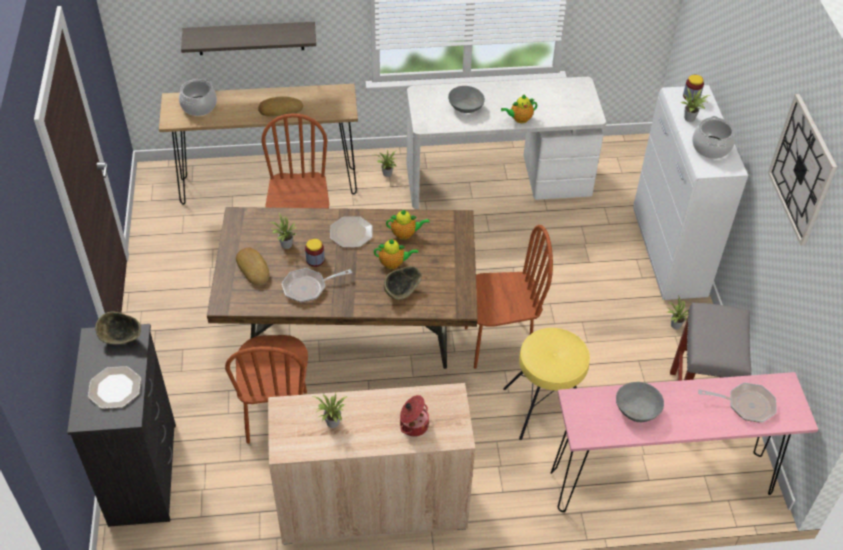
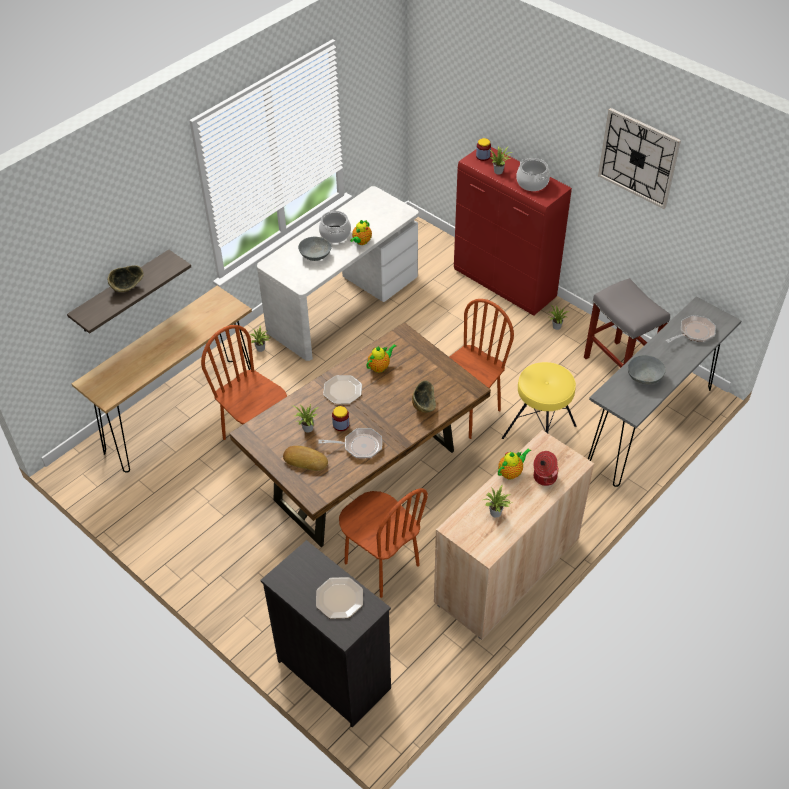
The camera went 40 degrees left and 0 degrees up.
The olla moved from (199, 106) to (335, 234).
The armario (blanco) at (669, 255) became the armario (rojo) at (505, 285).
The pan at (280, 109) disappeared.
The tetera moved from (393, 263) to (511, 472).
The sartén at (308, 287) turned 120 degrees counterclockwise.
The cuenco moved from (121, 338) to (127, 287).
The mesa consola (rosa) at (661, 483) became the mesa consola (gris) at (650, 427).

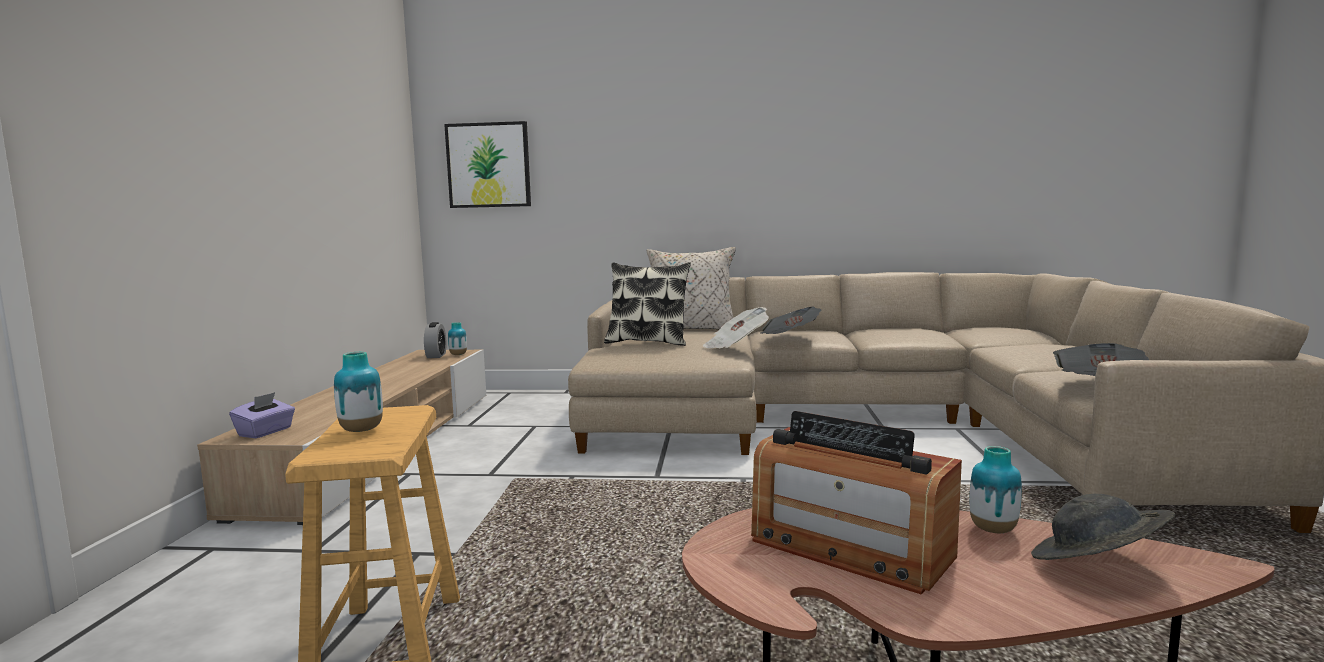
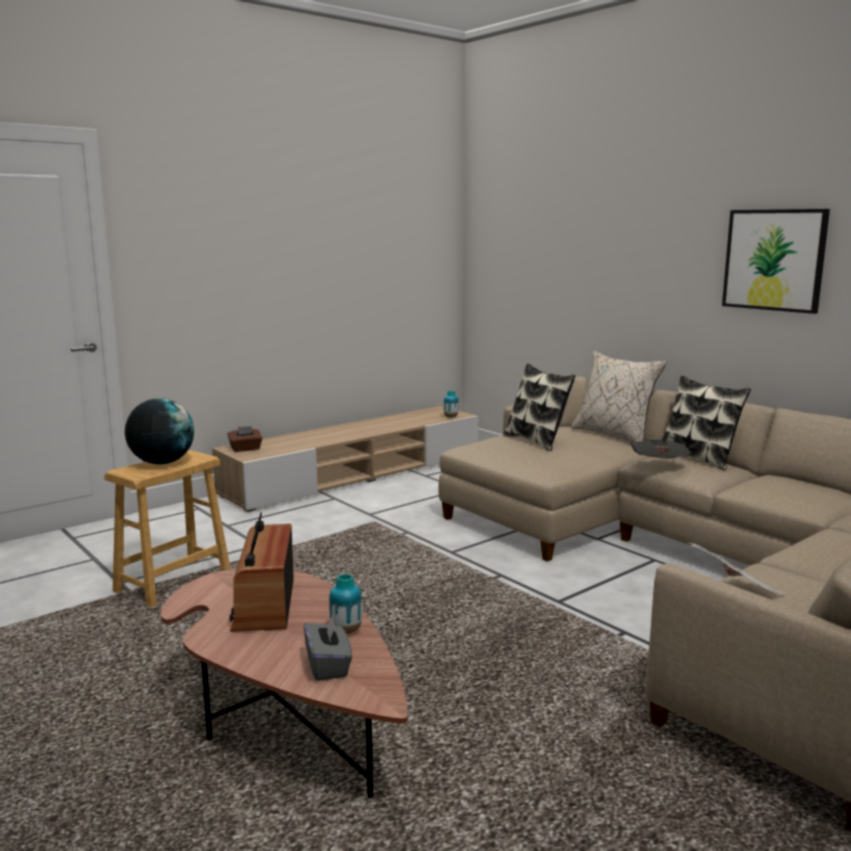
The camera went 45 degrees right and 5 degrees up.
The cuadro moved from (488, 165) to (774, 260).
The periódico at (735, 346) disappeared.
The despertador at (436, 355) disappeared.
The florero at (361, 430) was replaced by the globo terráqueo at (162, 463).
The caja de pañuelos (morado) at (265, 432) became the caja de pañuelos (marrón) at (245, 449).
The sombrero (gris) at (1097, 566) was replaced by the caja de pañuelos (gris) at (328, 666).
The cojín at (698, 458) appeared.

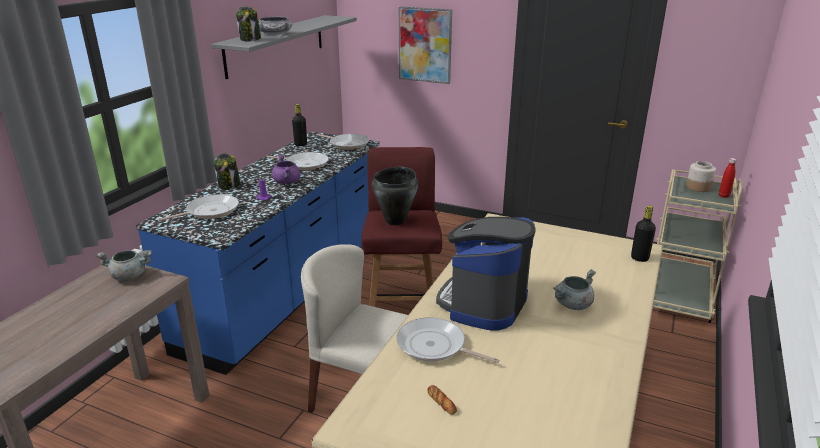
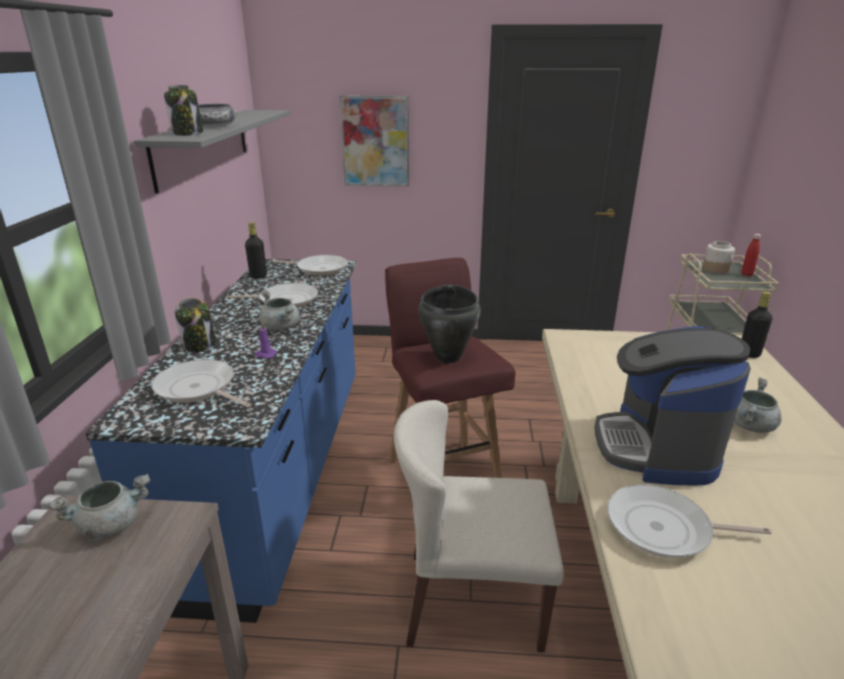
The camera went 20 degrees left and 0 degrees up.
The olla (morado) at (287, 182) became the olla (gris) at (281, 327).
The sartén at (209, 211) turned 90 degrees counterclockwise.
The pan at (441, 402) disappeared.

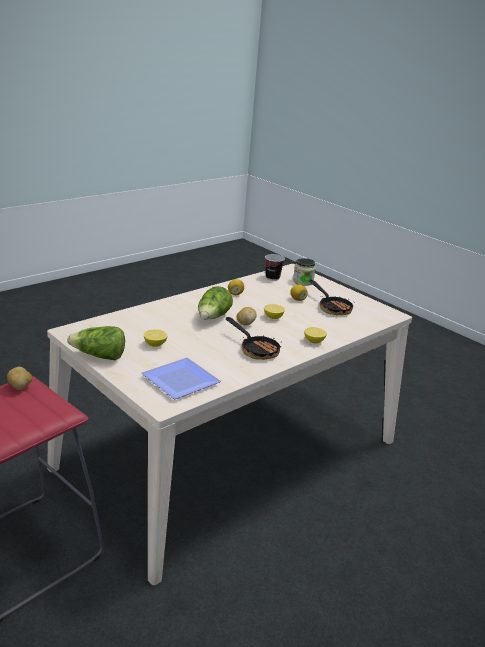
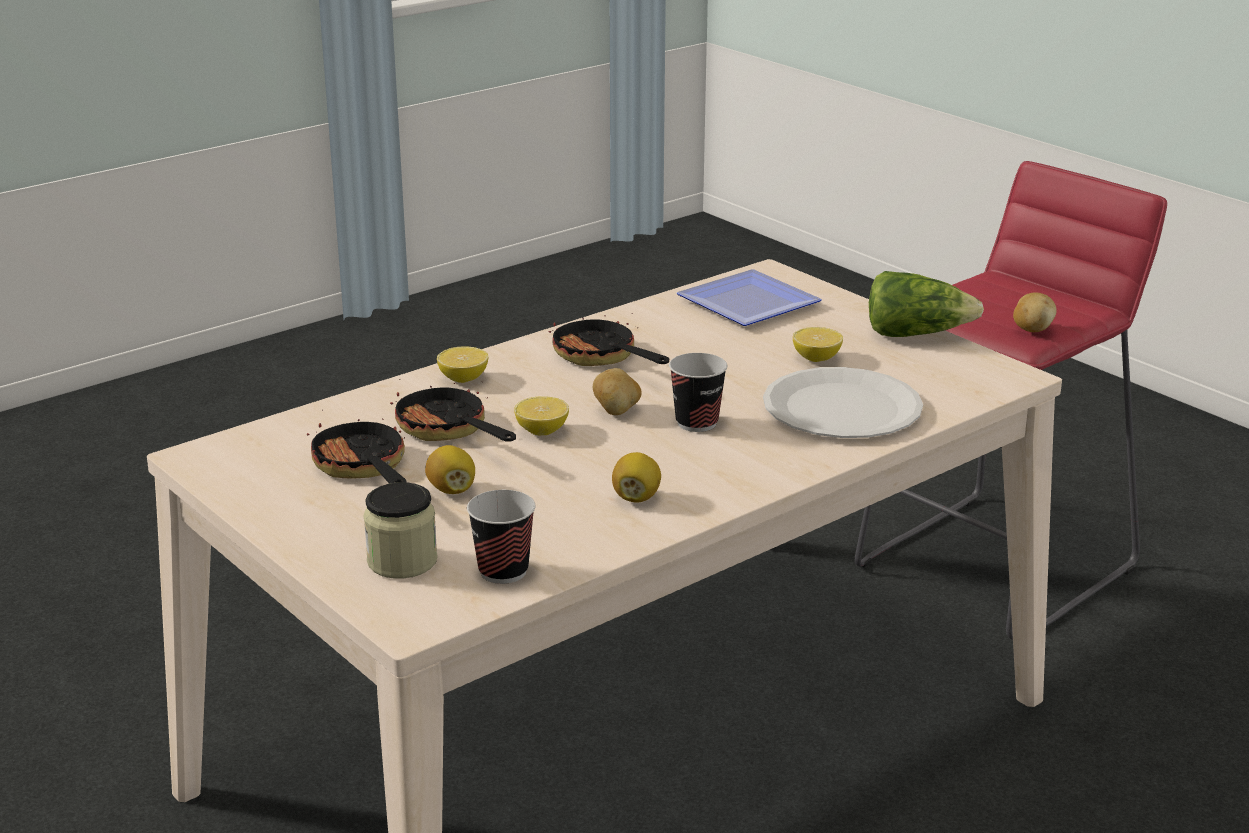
The camera went 175 degrees left and 0 degrees up.
The lechuga at (213, 317) was replaced by the taza at (697, 423).
The plato (blanco) at (842, 408) appeared.
The sartén at (448, 431) appeared.

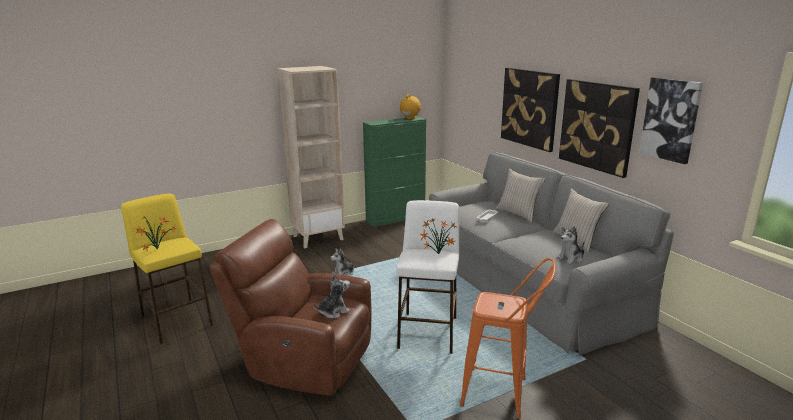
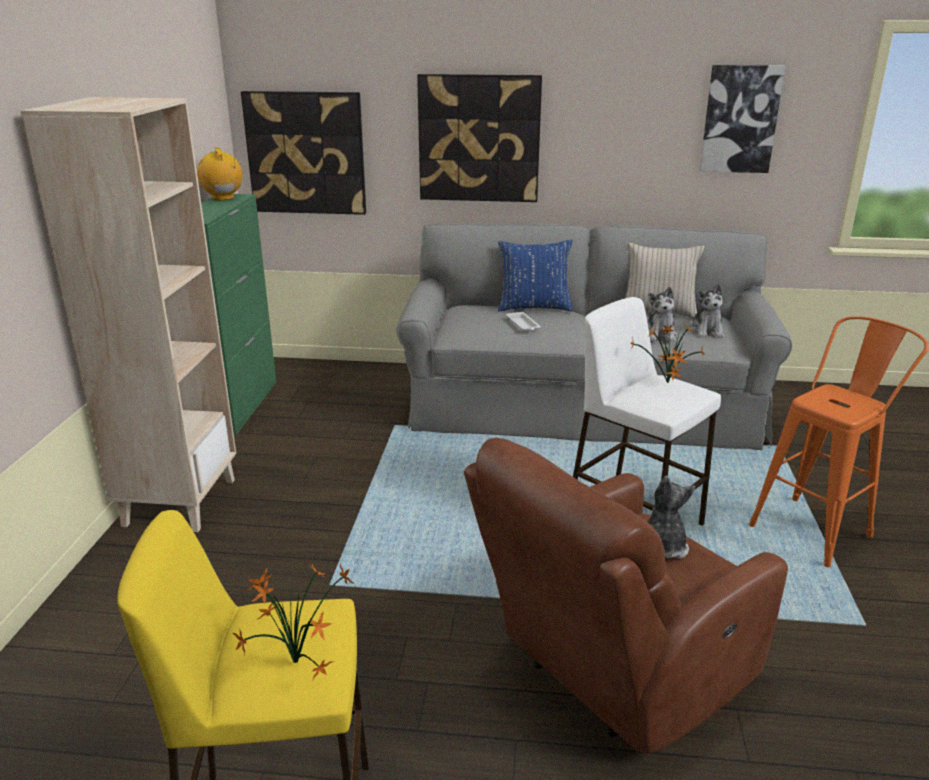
The camera went 55 degrees left and 5 degrees up.
The cuadro moved from (597, 126) to (306, 153).
The cojín (beis) at (518, 214) became the cojín (azul) at (534, 307).
The peluche moved from (343, 273) to (660, 334).

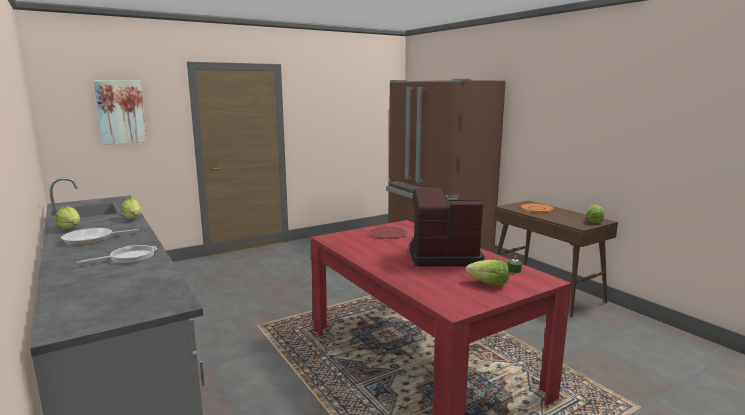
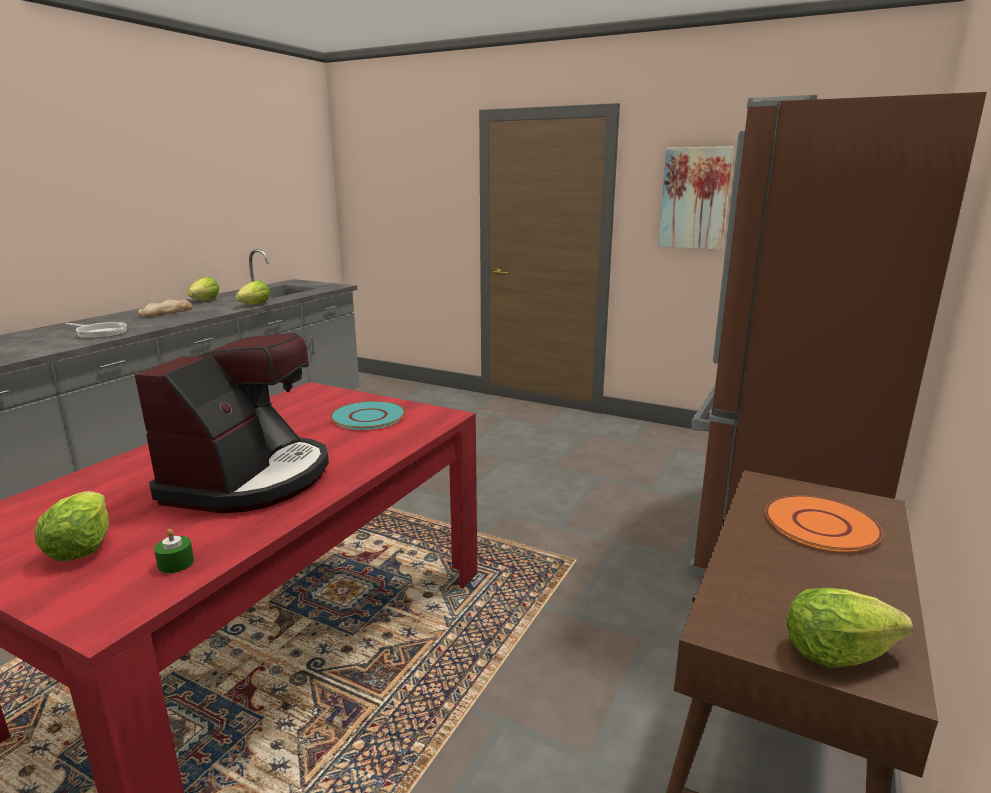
The camera went 60 degrees right and 5 degrees up.
The cuadro moved from (121, 112) to (695, 198).
The cafetera at (443, 256) turned 45 degrees clockwise.
The plato (rojo) at (388, 233) became the plato (turquesa) at (368, 417).
The sartén at (91, 239) was replaced by the pan at (166, 312).

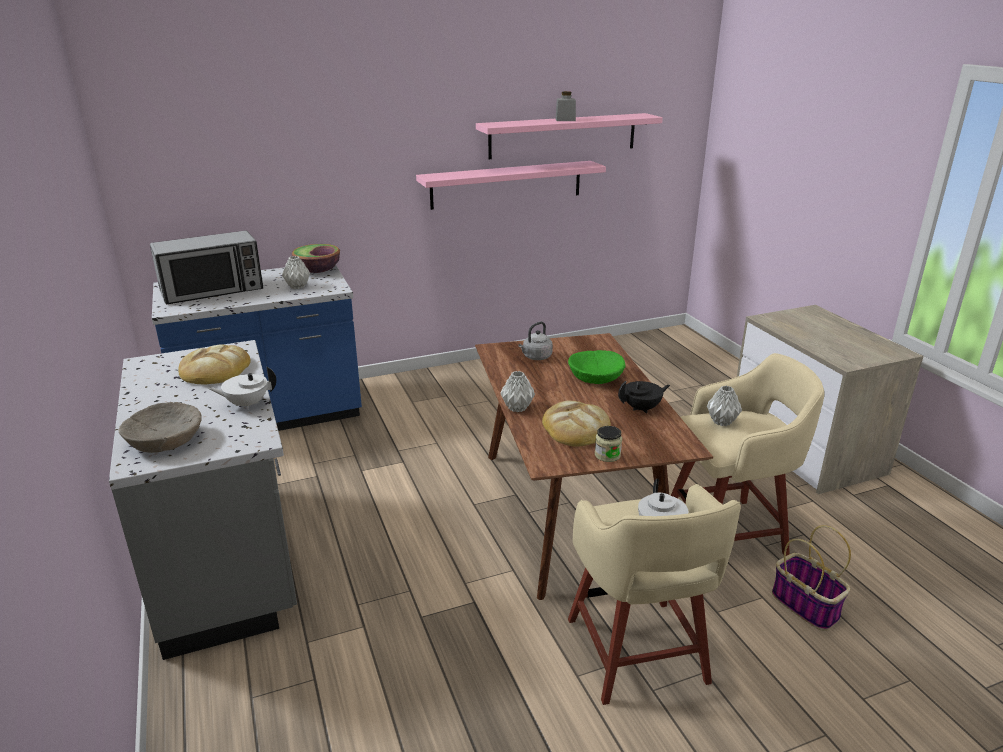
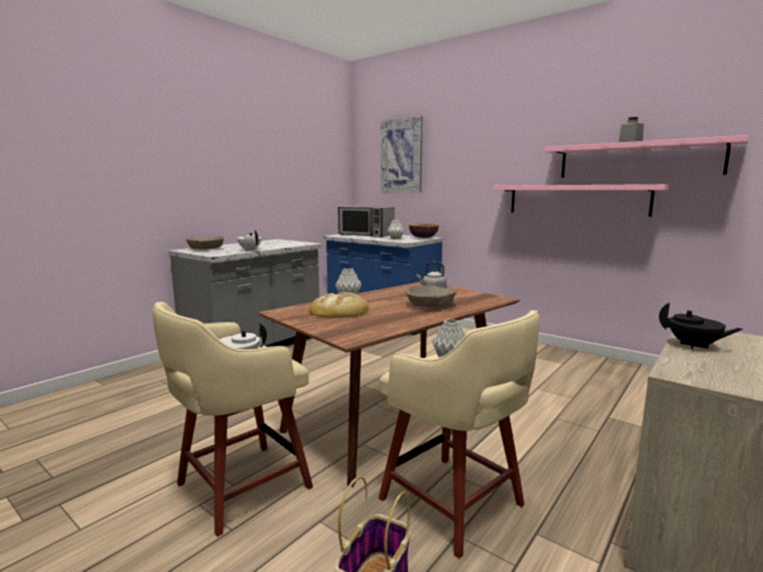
The camera went 60 degrees right and 15 degrees down.
The pan at (215, 370) disappeared.
The cuenco (verde) at (595, 377) became the cuenco (beis) at (430, 305).
The tetera (negro) moved from (642, 408) to (694, 346).
The tarro at (607, 455) disappeared.
The cuadro at (402, 155) appeared.

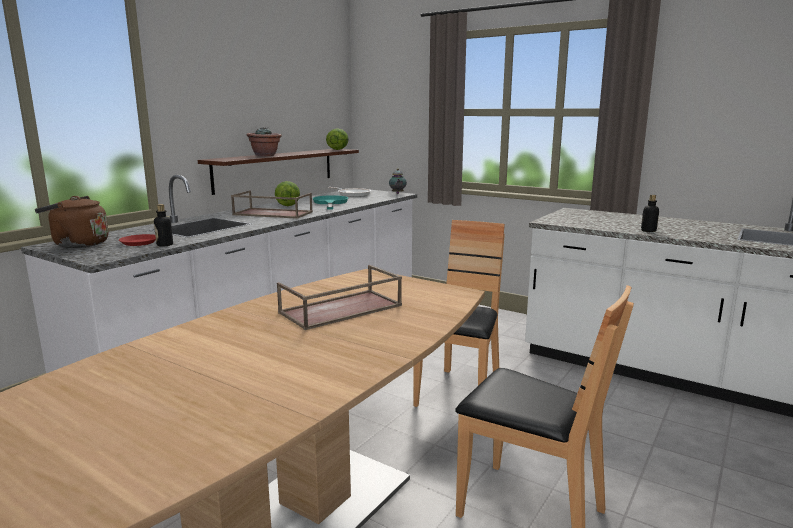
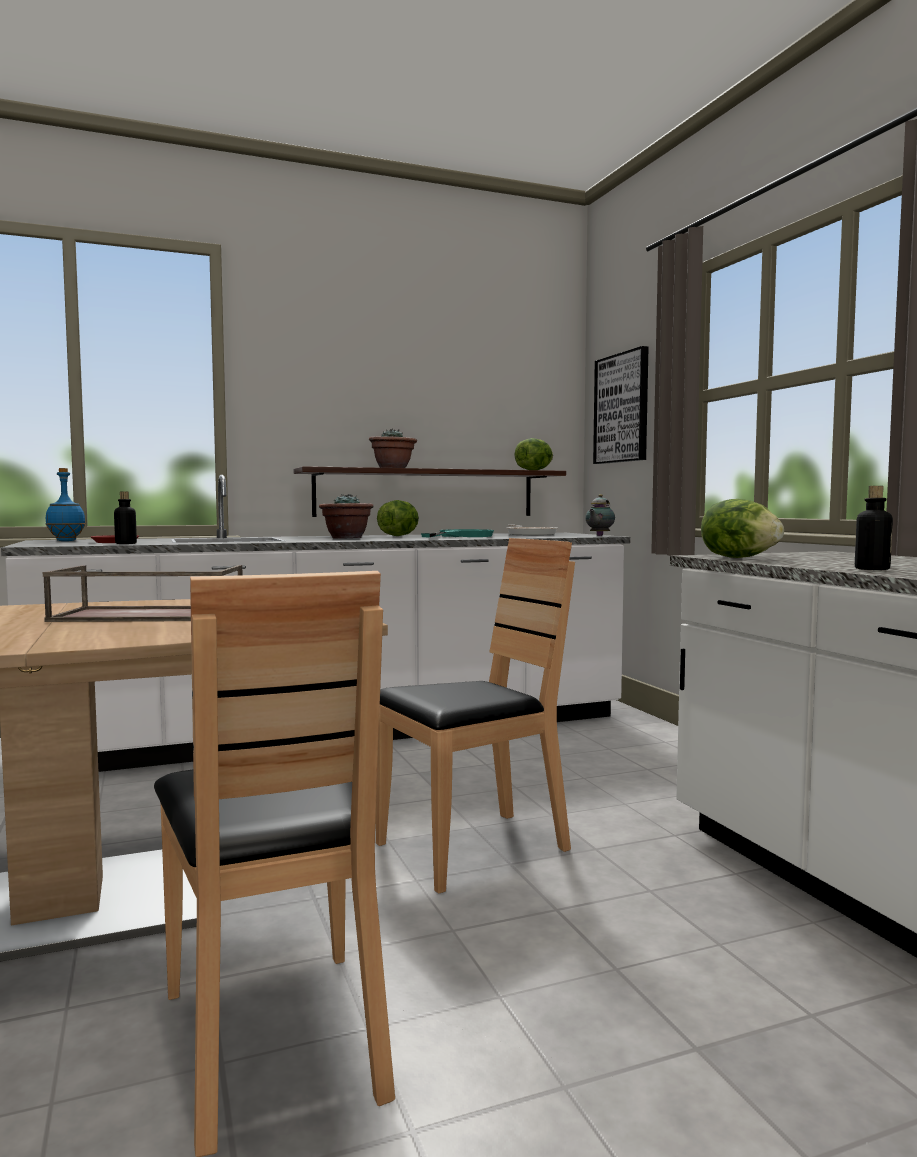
The camera went 35 degrees right and 10 degrees down.
The bandeja (marrón) at (272, 213) was replaced by the planta en maceta at (346, 538).
The hervidor (marrón) at (77, 244) was replaced by the botella (azul) at (66, 540).
The cuadro at (622, 408) appeared.
The lechuga at (739, 558) appeared.

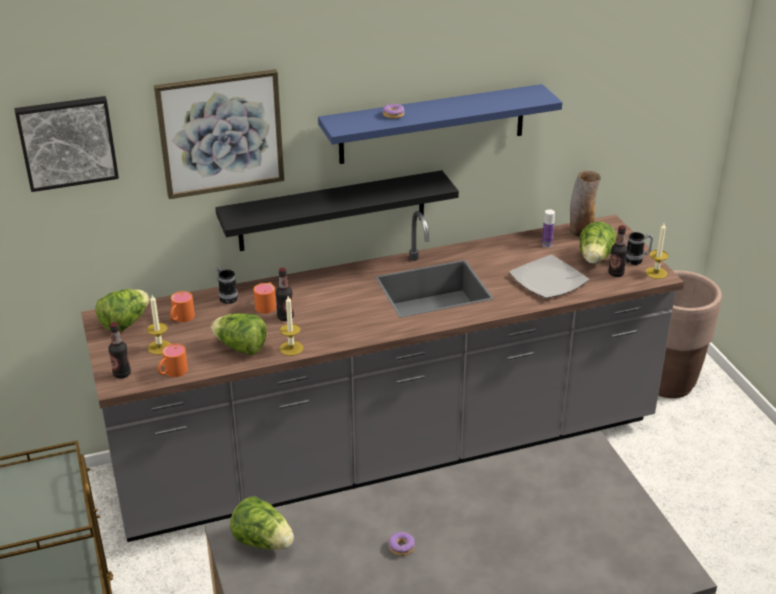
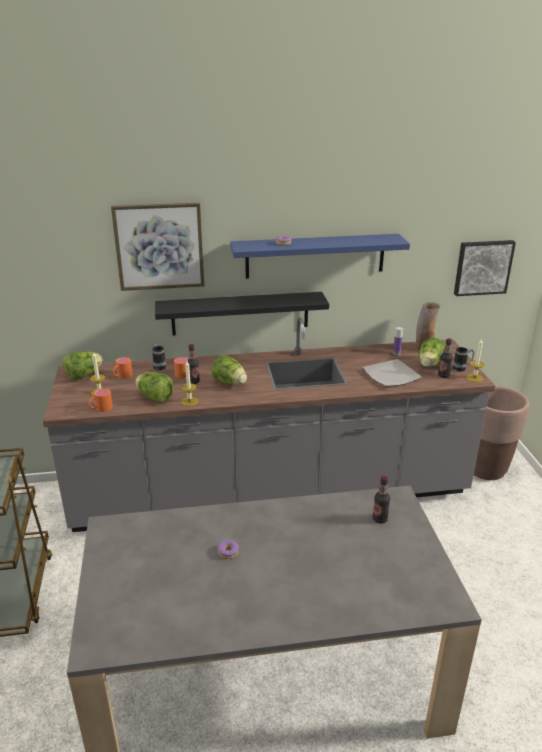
The camera went 10 degrees right and 5 degrees down.
The cuadro moved from (67, 142) to (482, 267).
The botella moved from (122, 374) to (380, 519).
The lechuga moved from (263, 541) to (230, 383).

